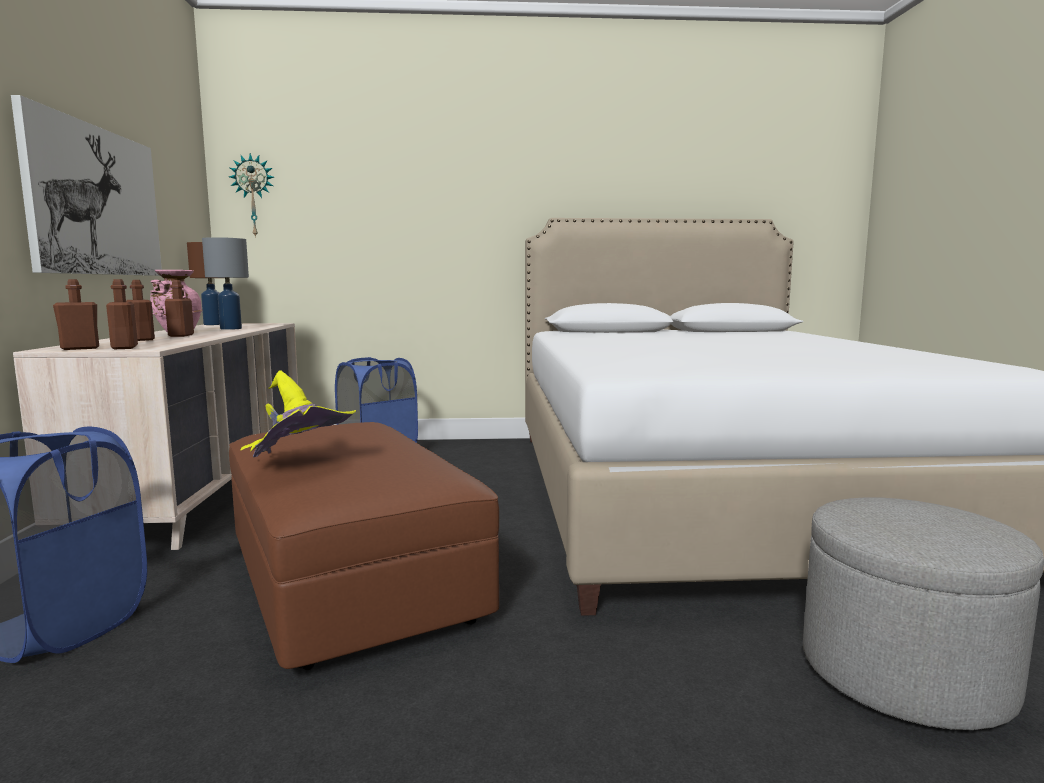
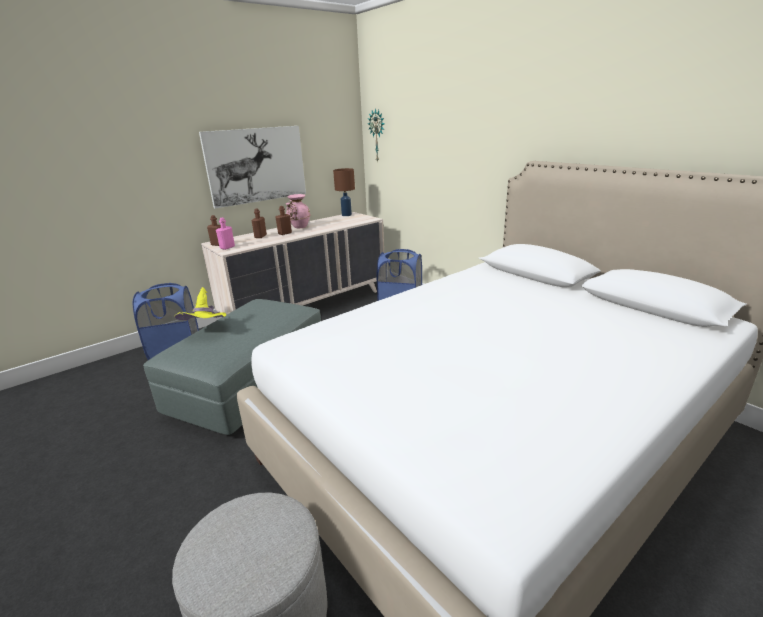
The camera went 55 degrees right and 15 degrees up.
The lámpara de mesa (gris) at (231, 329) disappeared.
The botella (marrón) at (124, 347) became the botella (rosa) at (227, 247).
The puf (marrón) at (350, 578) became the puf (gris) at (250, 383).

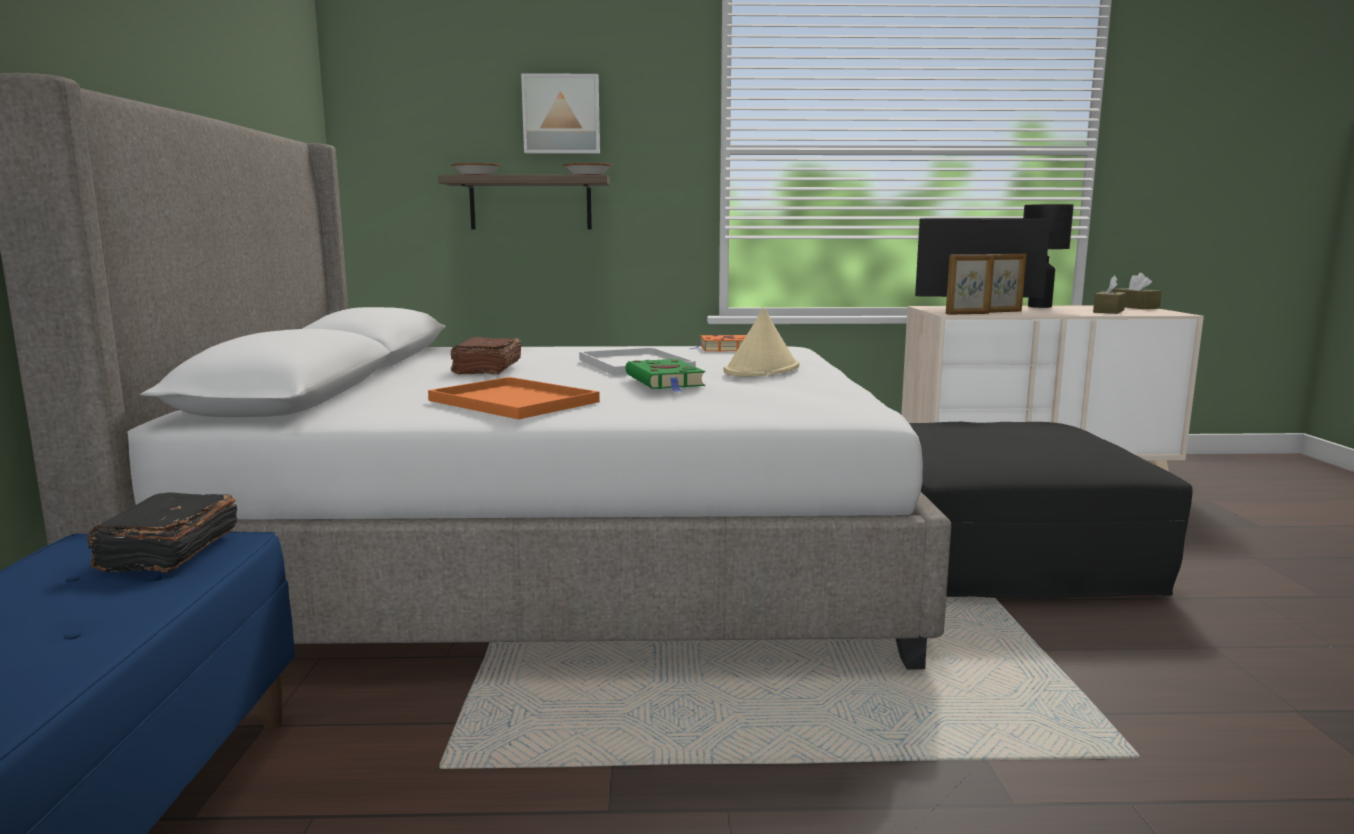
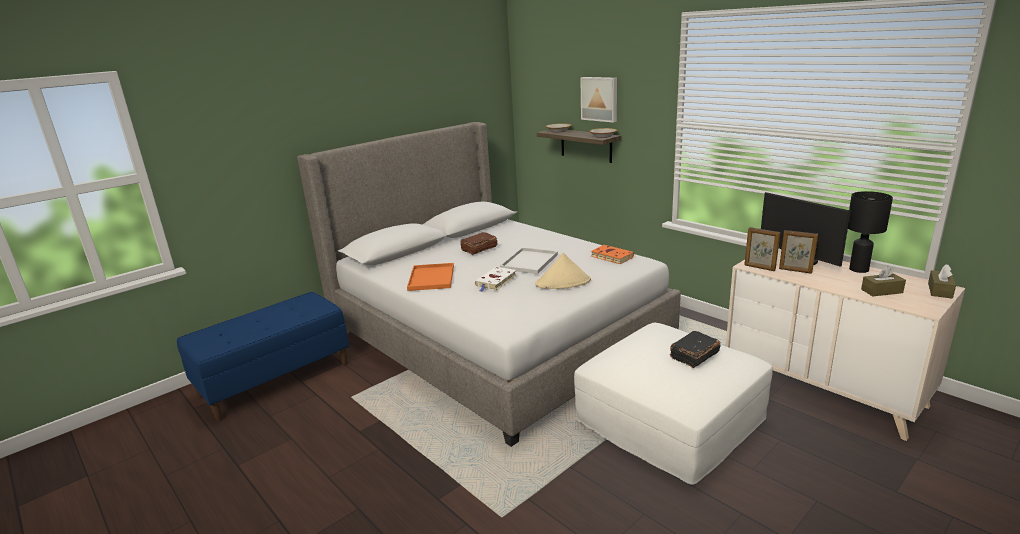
The camera went 50 degrees right and 10 degrees up.
The libro (verde) at (666, 381) became the libro (blanco) at (495, 282).
The puf (negro) at (997, 554) became the puf (blanco) at (668, 420).
The libro (negro) moved from (167, 553) to (693, 356).

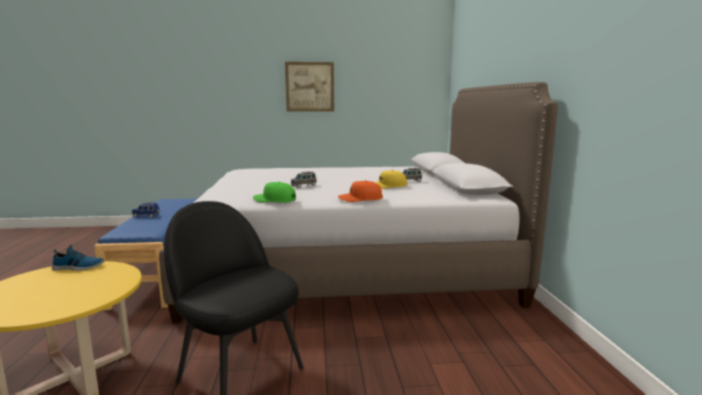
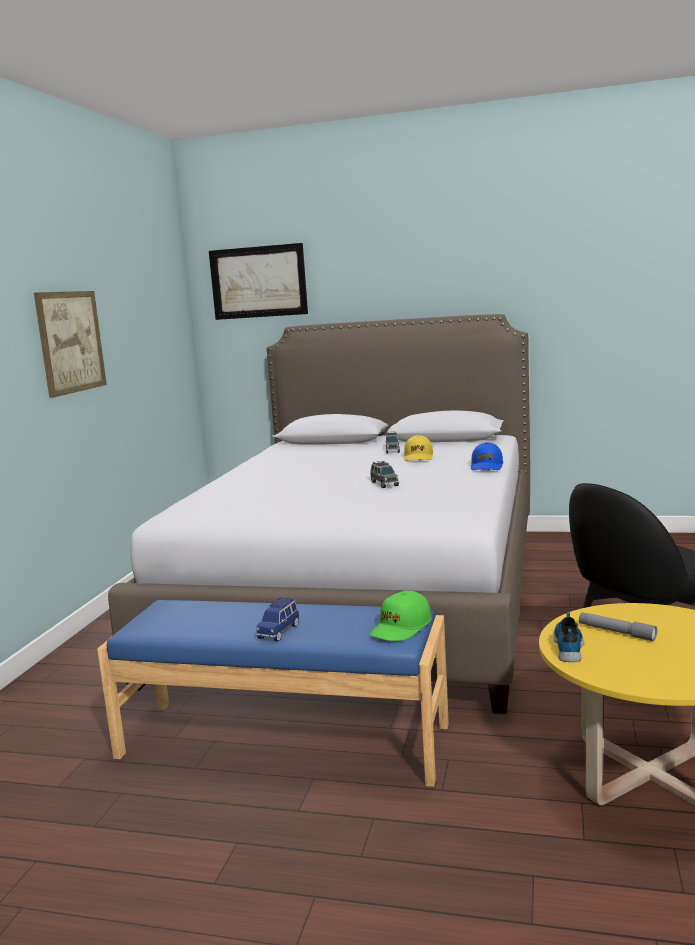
The camera went 70 degrees left and 0 degrees up.
The gorra (naranja) at (360, 199) became the gorra (azul) at (487, 466).
The gorra (verde) moved from (274, 200) to (401, 627).
The cuadro at (258, 282) appeared.
The linterna (gris) at (616, 632) appeared.

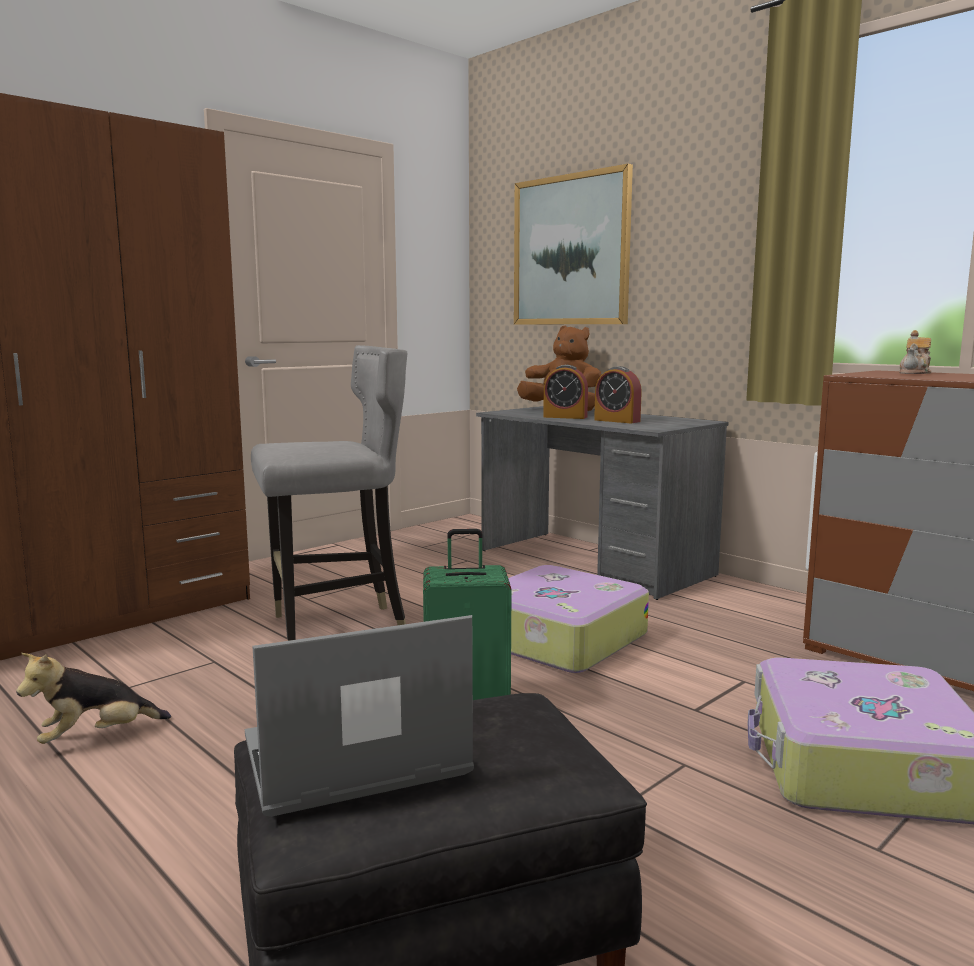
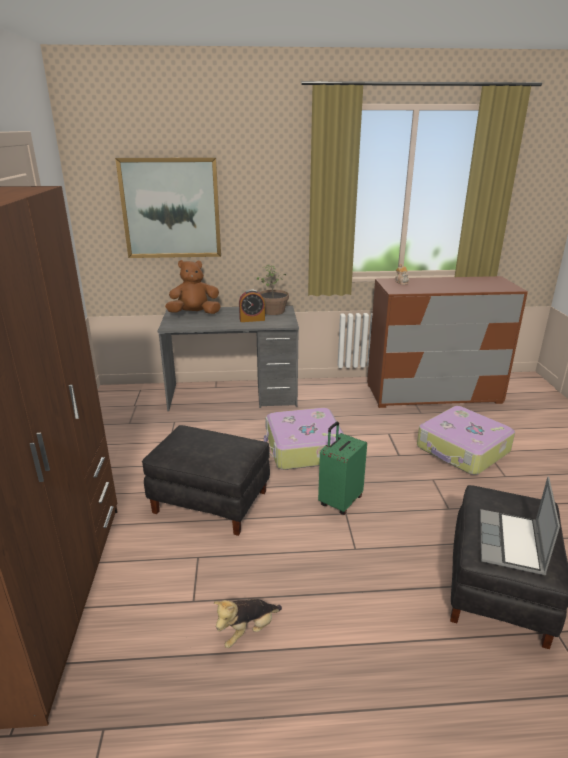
The camera went 50 degrees left and 15 degrees up.
The silla (gris) at (336, 631) was replaced by the puf (negro) at (211, 501).
The despertador at (565, 417) disappeared.
The peluche at (96, 737) turned 45 degrees clockwise.
The planta en maceta at (273, 311) appeared.

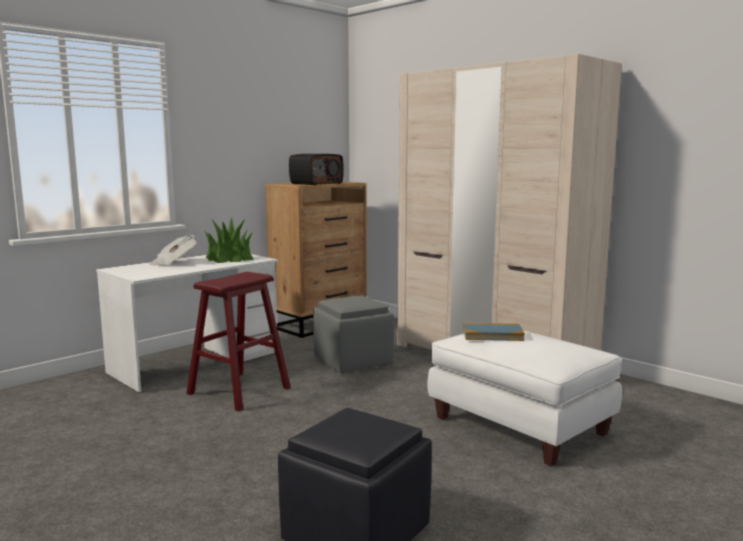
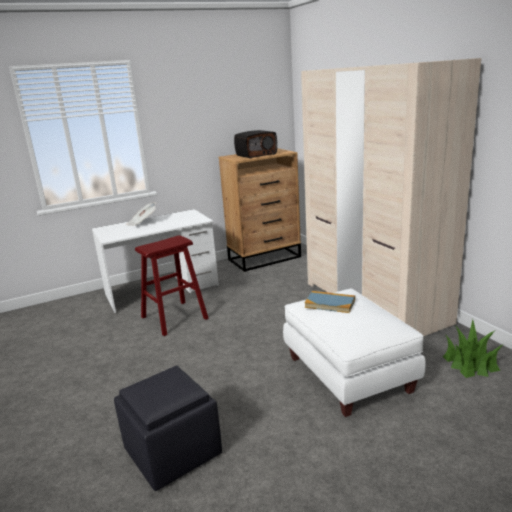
The camera went 20 degrees right and 10 degrees up.
The planta en maceta moved from (229, 258) to (470, 363).
The puf (gris) at (353, 361) disappeared.

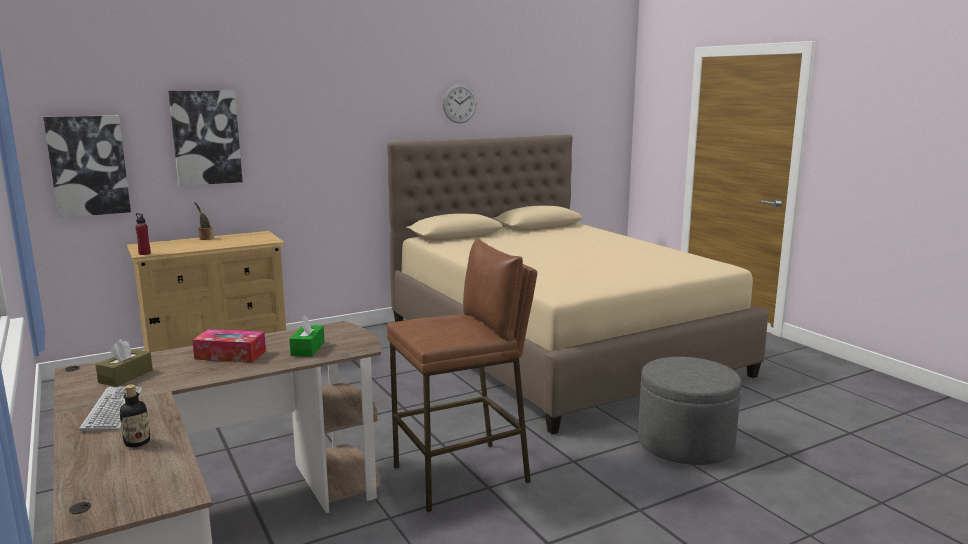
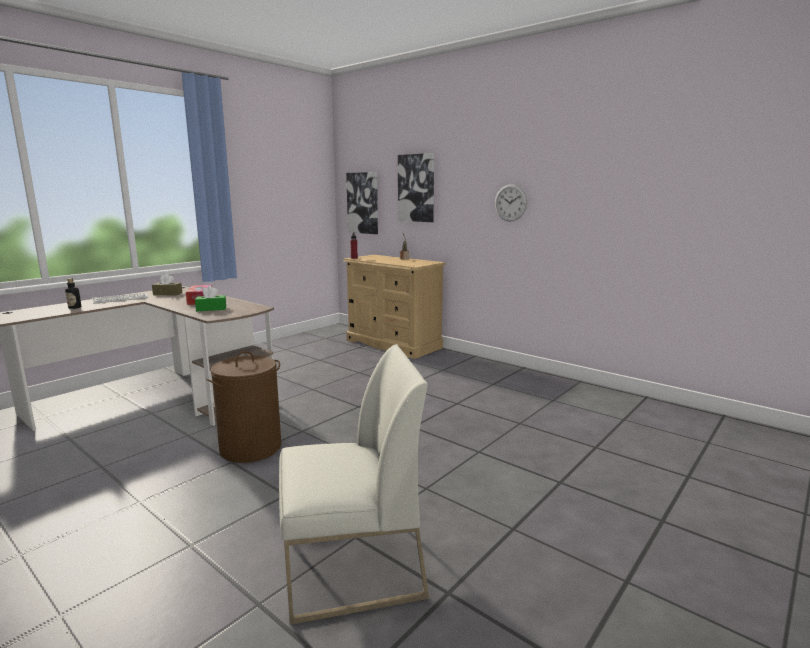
The camera went 70 degrees right and 0 degrees up.
The reloj de pared moved from (459, 103) to (510, 203).
The cama (beis) at (558, 347) disappeared.
The taburete (marrón) at (462, 475) was replaced by the cesto de la ropa (marrón) at (250, 448).
The puf (gris) at (685, 444) was replaced by the silla (blanco) at (351, 567).

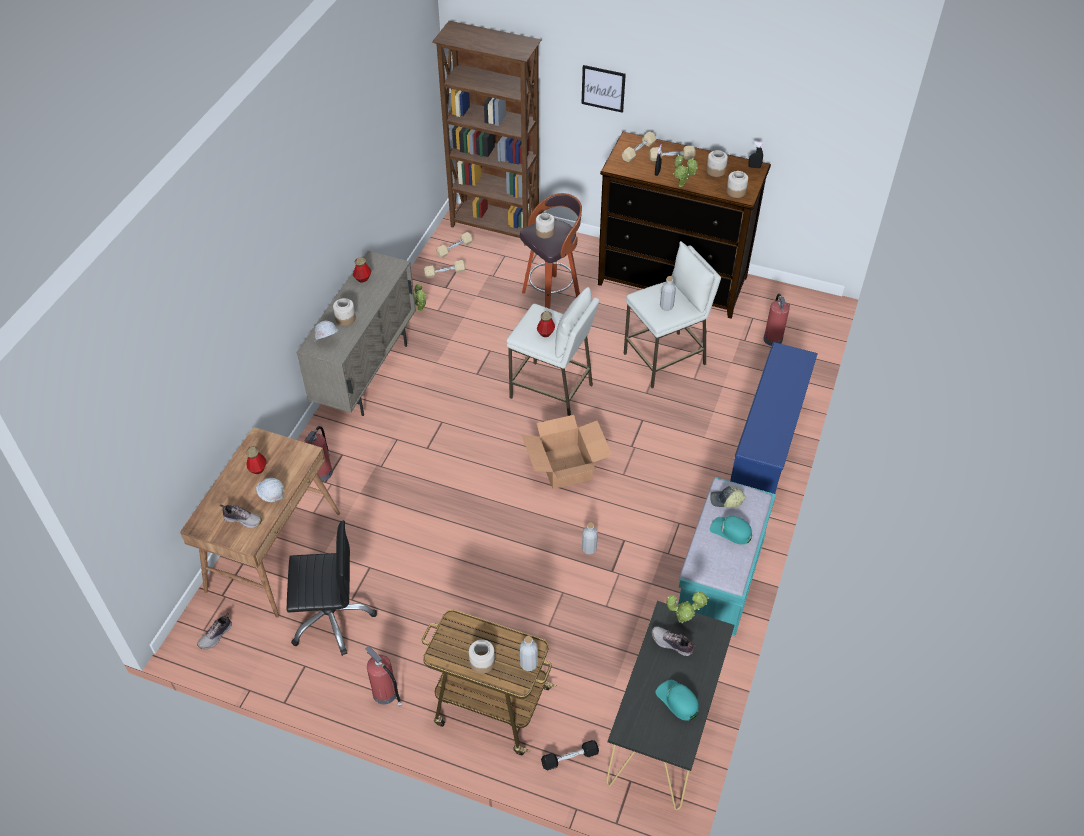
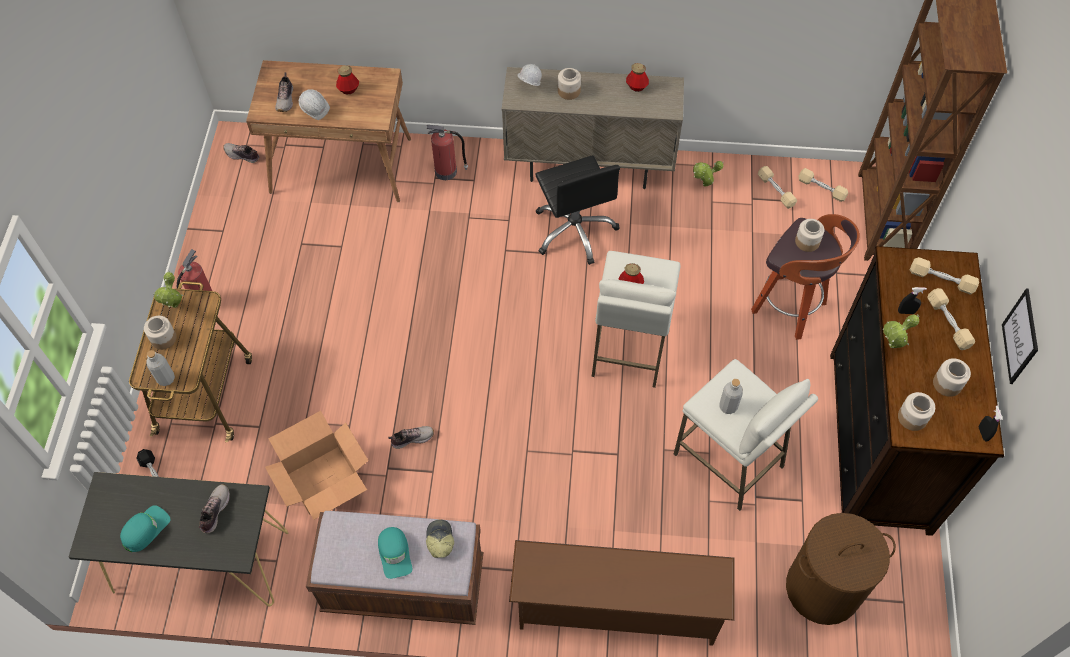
The camera went 75 degrees right and 10 degrees up.
The cuadro moved from (603, 88) to (1020, 336).
The extintor at (772, 338) was replaced by the cesto de la ropa (marrón) at (823, 588).
The zapatero (azul) at (767, 450) became the zapatero (marrón) at (616, 610).
The caja de cartón moved from (566, 466) to (324, 480).
The banco (turquesa) at (720, 578) became the banco (marrón) at (403, 585).
The gorra (turquesa) at (731, 531) turned 150 degrees clockwise.
The silla de oficina (negro) moved from (331, 618) to (575, 230).
The botella (gris) at (589, 549) was replaced by the zapato at (412, 438).
The planta en maceta moved from (683, 620) to (175, 307).

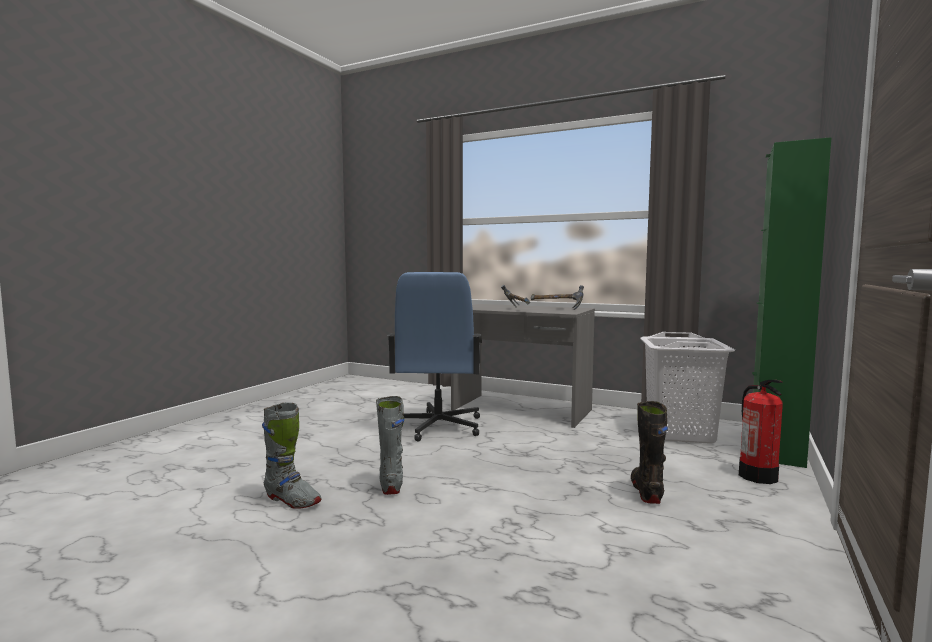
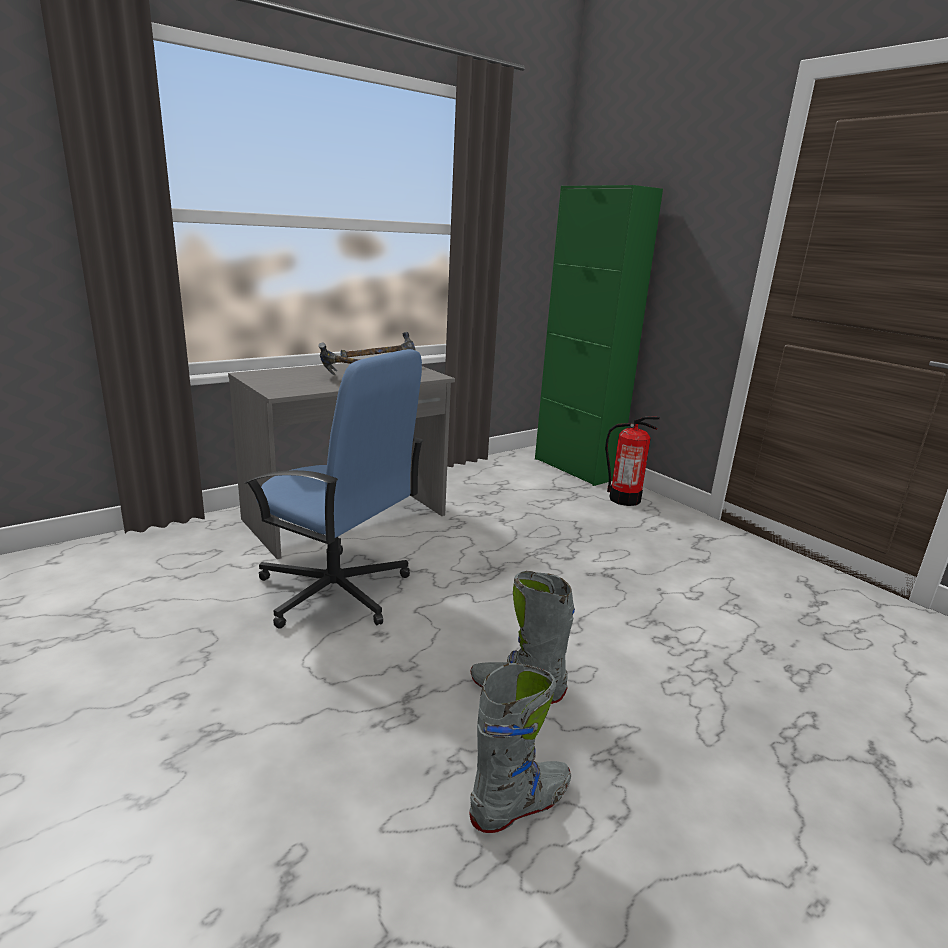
The camera went 65 degrees left and 15 degrees up.
The cesto de la ropa (blanco) at (680, 433) disappeared.
The bota (negro) at (646, 491) disappeared.

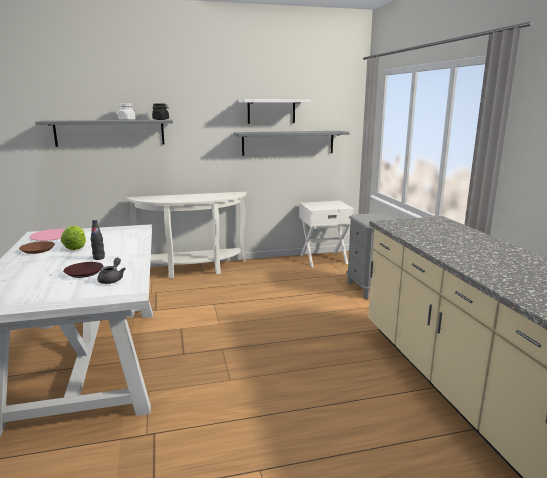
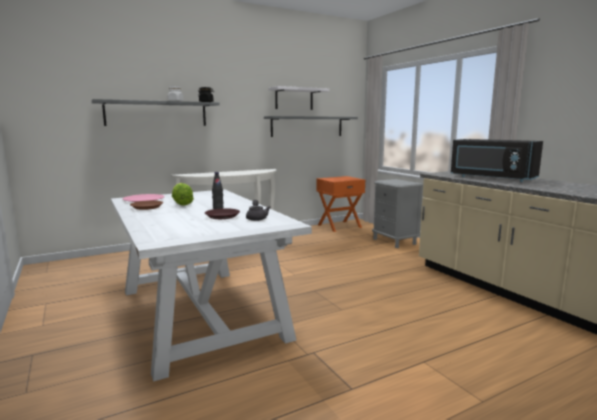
The camera went 15 degrees left and 5 degrees down.
The mesita de noche (blanco) at (323, 259) became the mesita de noche (naranja) at (339, 226).
The microondas (negro) at (491, 178) appeared.

